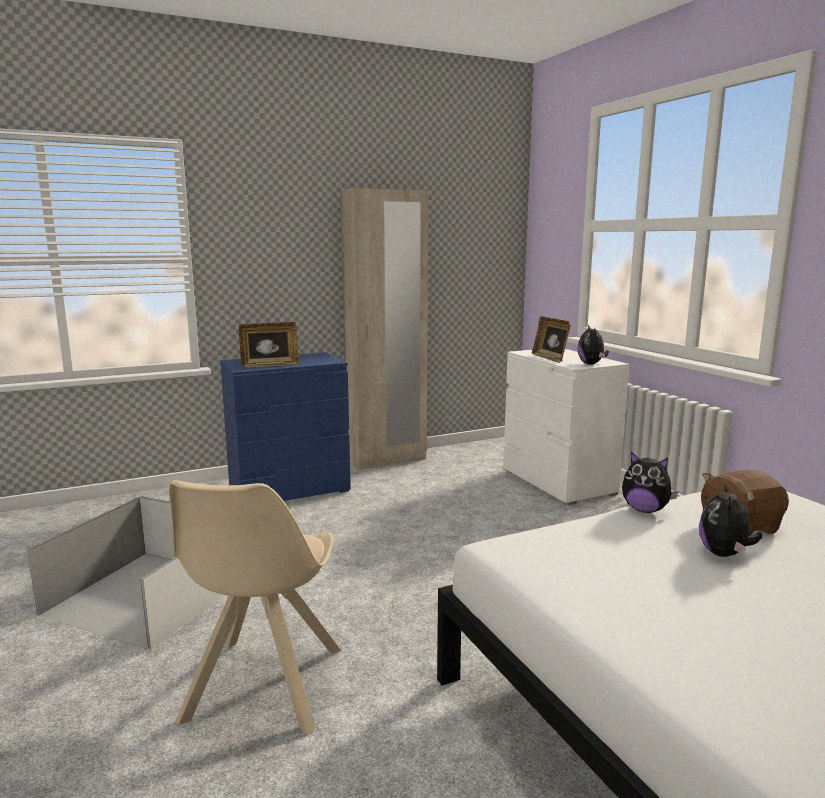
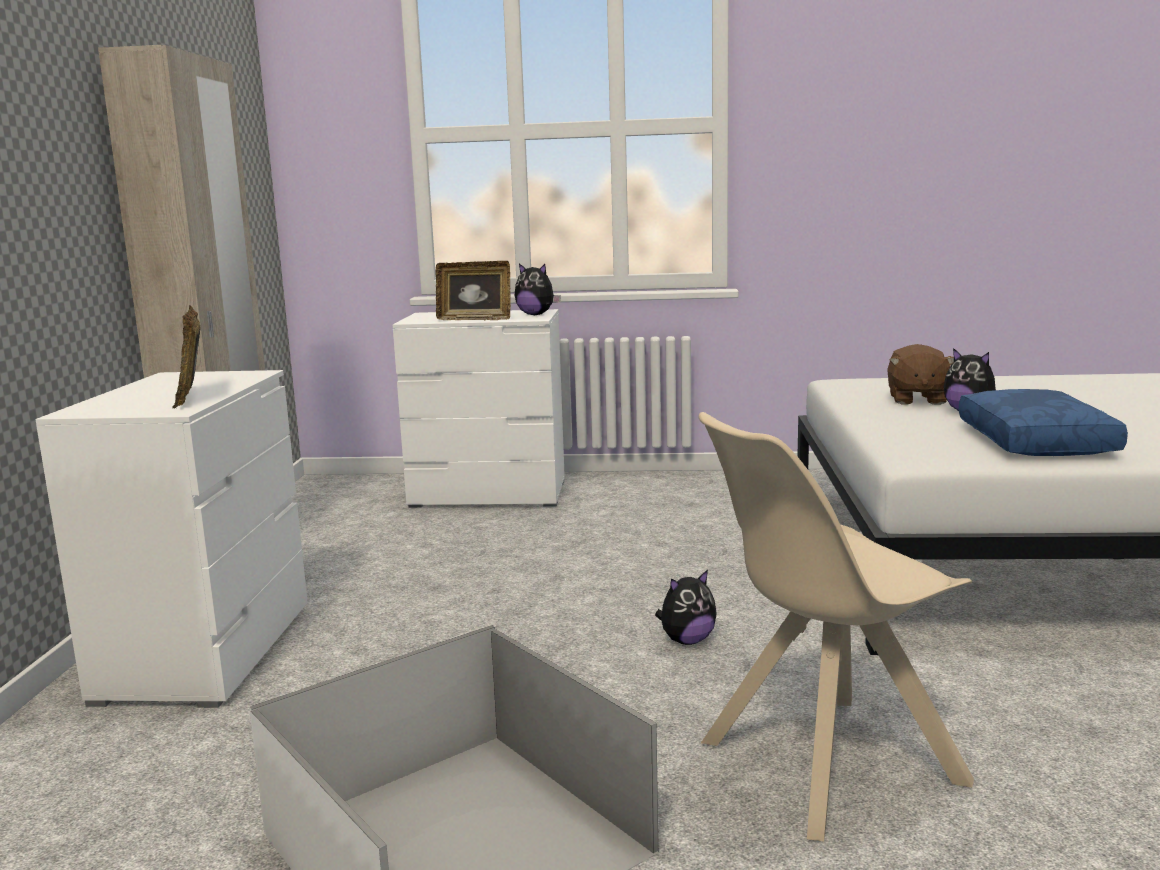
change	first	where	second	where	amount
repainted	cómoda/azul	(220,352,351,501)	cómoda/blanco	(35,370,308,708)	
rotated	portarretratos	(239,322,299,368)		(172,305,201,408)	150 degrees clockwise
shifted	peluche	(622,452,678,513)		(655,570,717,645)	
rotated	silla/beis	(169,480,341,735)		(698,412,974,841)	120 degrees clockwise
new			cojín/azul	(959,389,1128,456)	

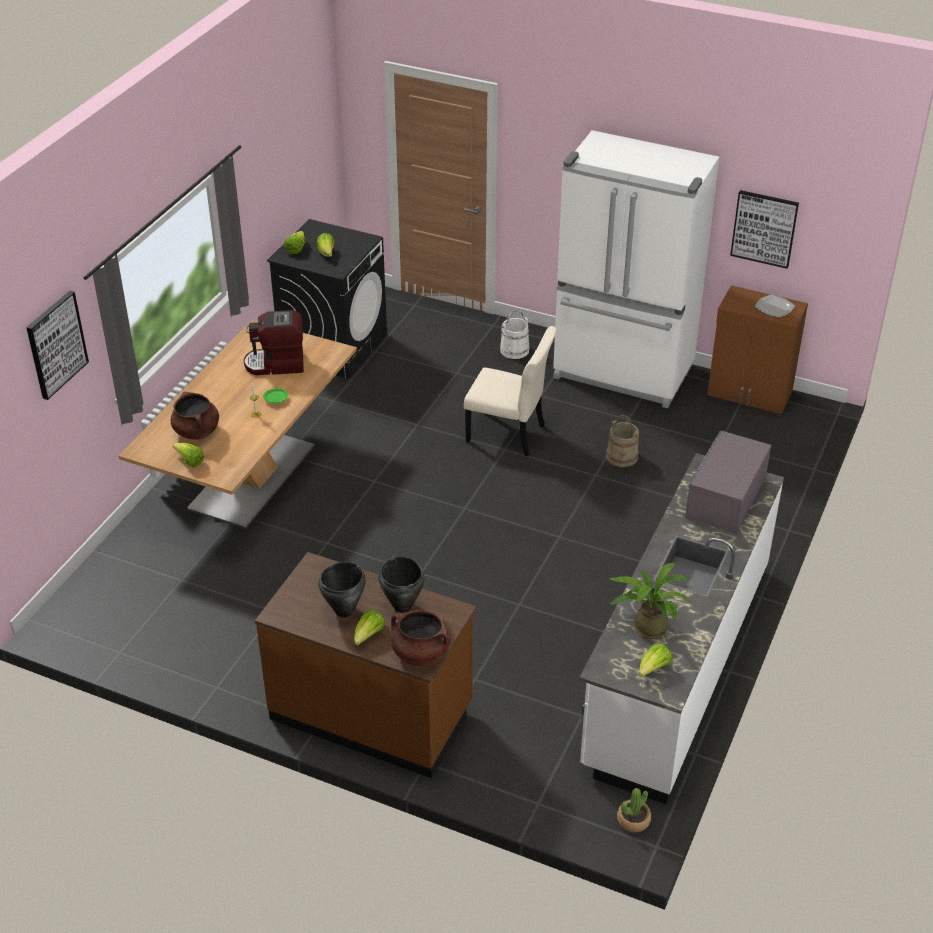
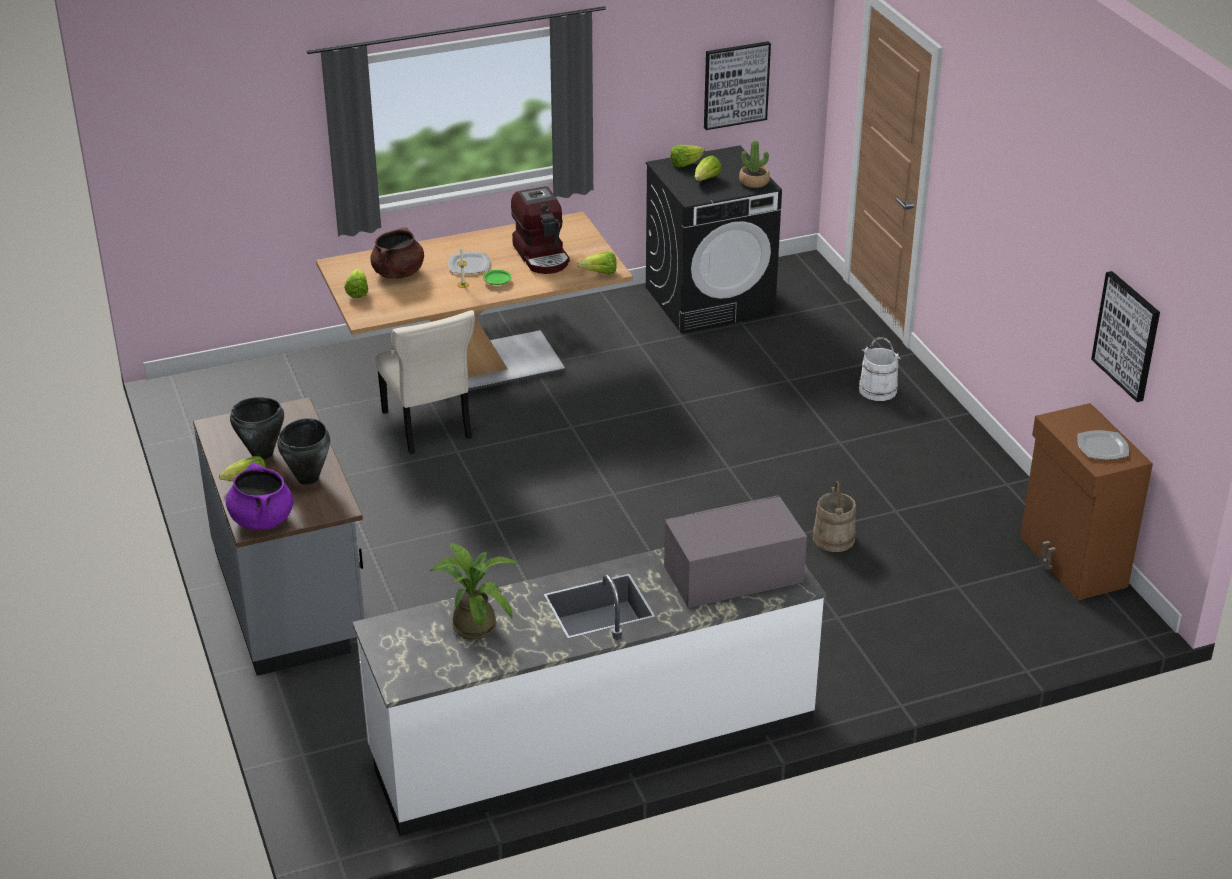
change	first	where	second	where	amount
repainted	mueble bajo de cocina/marrón	(255,552,476,778)	mueble bajo de cocina/gris	(193,397,365,676)	
repainted	olla/marrón	(391,610,450,666)	olla/morado	(226,462,293,530)	
shifted	silla/beis	(464,326,557,456)		(376,310,475,454)	
new			plato	(448,252,491,274)	
rotated	cafetera	(244,310,304,375)		(511,186,570,274)	150 degrees counterclockwise
shifted	lechuga	(639,643,672,677)		(577,252,617,275)	
shifted	cuadro	(26,291,89,400)		(704,41,771,130)	
shifted	planta en maceta	(617,788,651,832)		(739,140,770,188)	
gone	nevera/blanco	(553,130,719,408)			

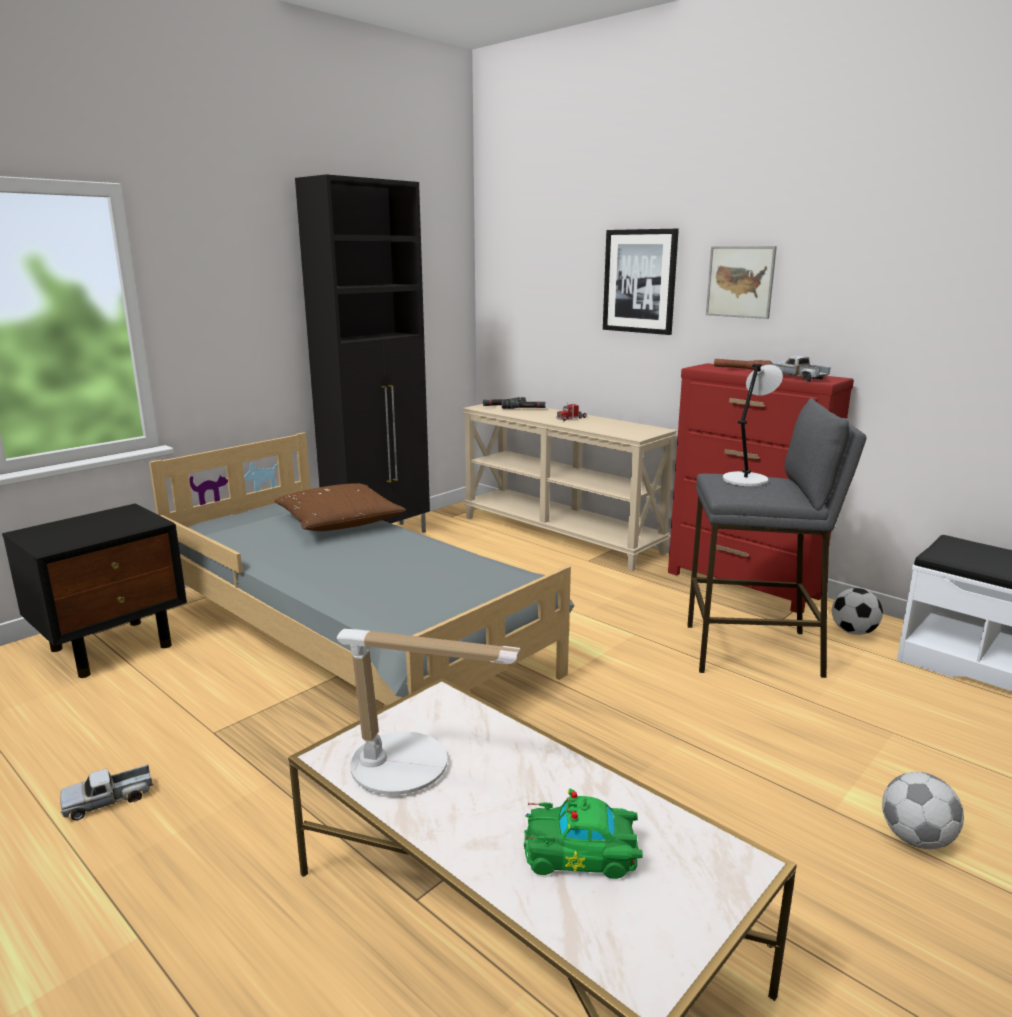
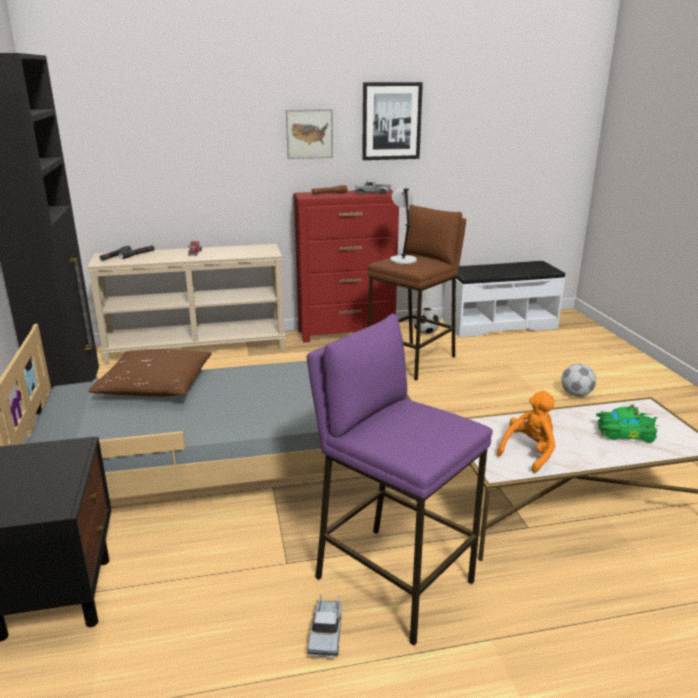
change	first	where	second	where	amount
new			taburete/morado	(307,314,493,646)	
shifted	cuadro	(603,229,679,335)		(362,82,423,160)	
repainted	taburete/gris	(687,398,866,678)	taburete/marrón	(368,204,466,381)	
swapped	lámpara de mesa	(337,629,521,795)	peluche/naranja	(497,391,555,473)	
rotated	coche de juguete/verde	(524,789,643,879)		(596,404,660,443)	120 degrees counterclockwise

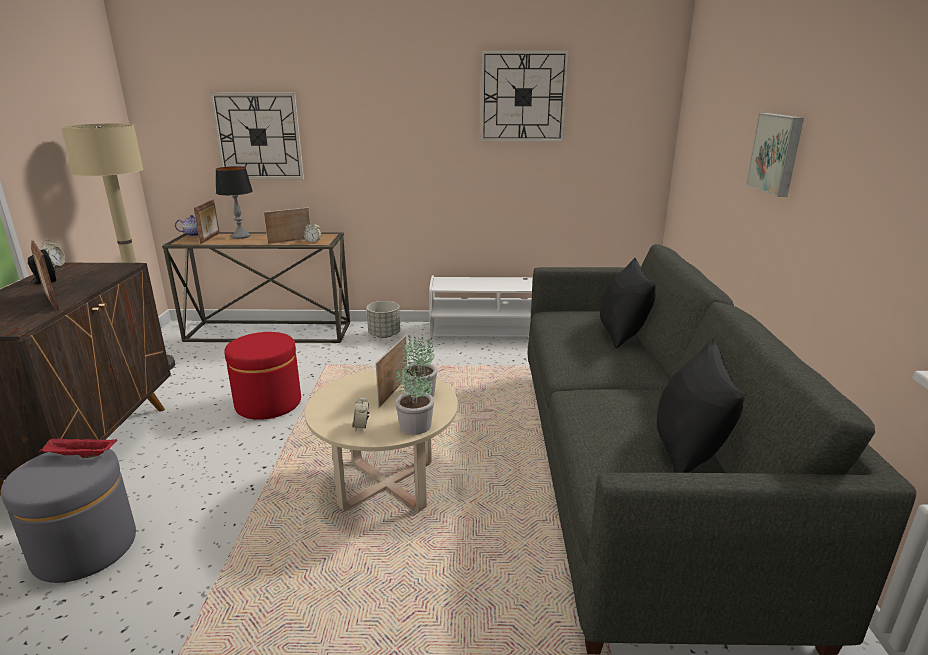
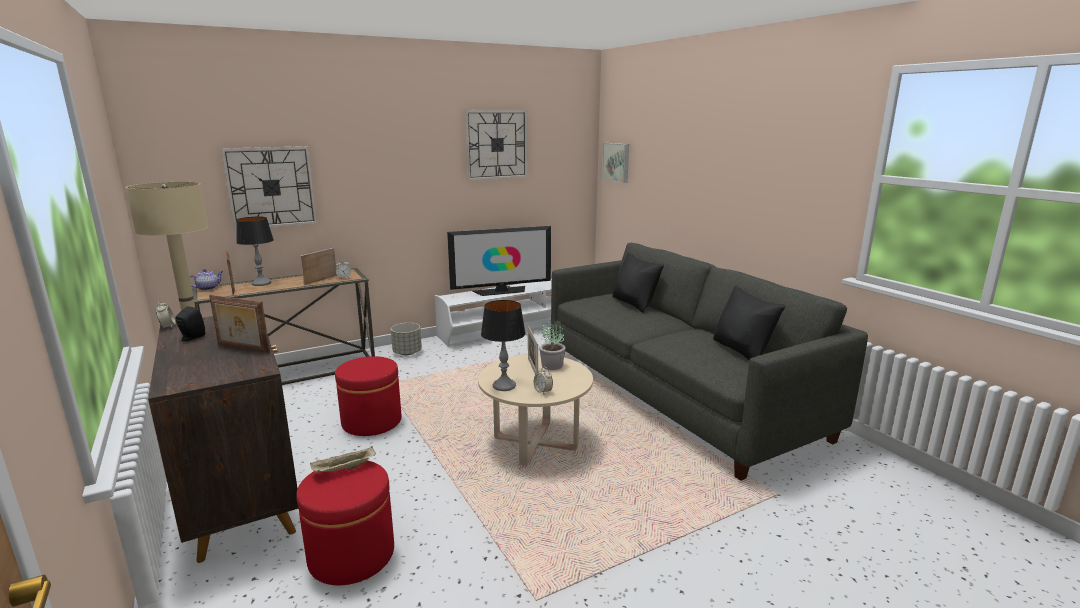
change	first	where	second	where	amount
repainted	puf/gris	(1,449,136,583)	puf/rojo	(296,461,394,585)	
repainted	bandeja/rojo	(39,438,117,458)	bandeja/beis	(310,446,376,473)	
new			televisor	(447,226,551,296)	
new			lámpara de mesa	(481,300,526,391)	
shifted	cuadro	(746,113,804,197)		(602,143,629,183)	
gone	planta en maceta	(395,360,434,435)			

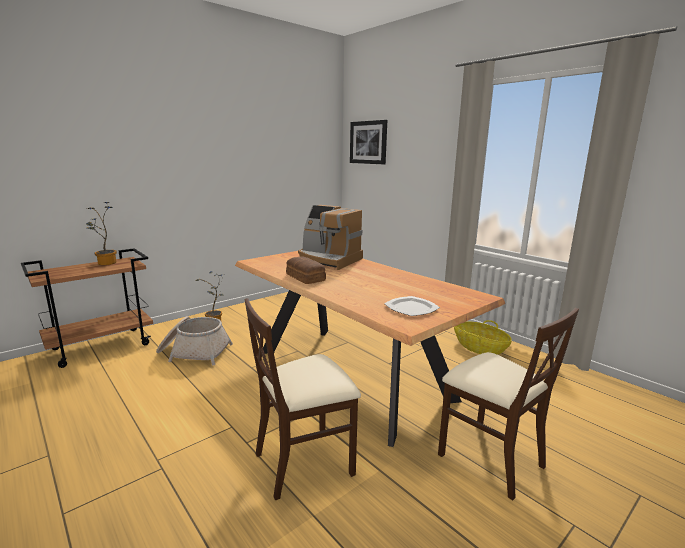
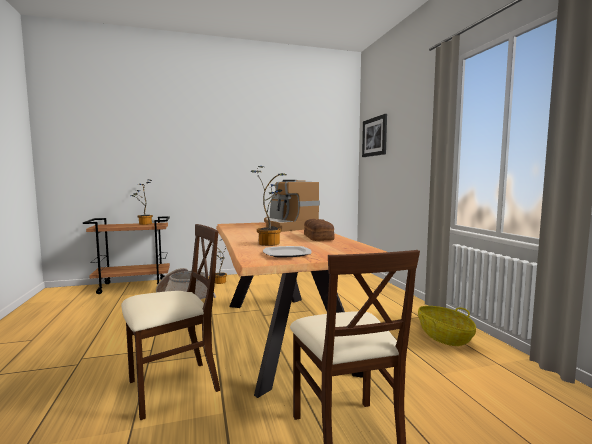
change	first	where	second	where	amount
rotated	silla/beis	(245,298,361,500)		(121,224,220,420)	150 degrees clockwise
new			planta en maceta	(250,166,288,246)	
shifted	pan	(286,256,326,284)		(304,219,335,241)	

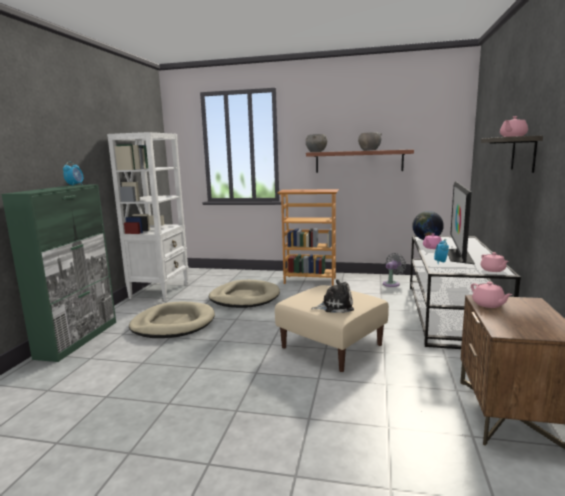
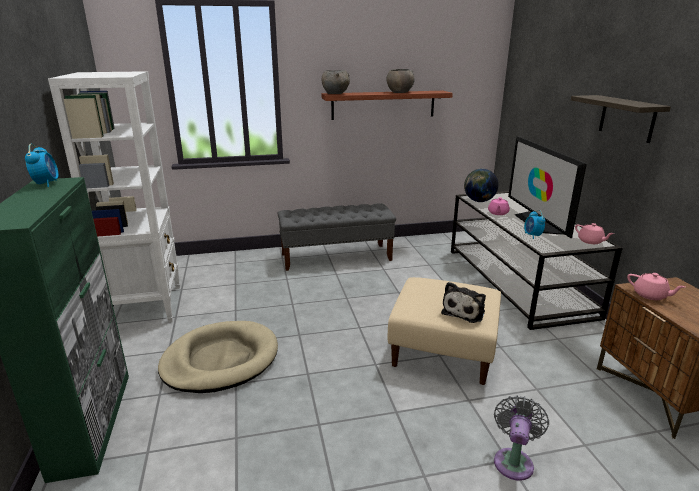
change	first	where	second	where	amount
swapped	estantería	(277,189,339,286)	banco/gris	(278,203,396,271)	
rotated	peluche	(311,279,354,313)		(441,282,486,323)	150 degrees clockwise
shifted	ventilador/gris	(383,253,406,287)		(494,395,549,481)	
gone	cama para perro/beis	(209,280,280,308)			
gone	tetera/rosa	(500,116,528,137)			

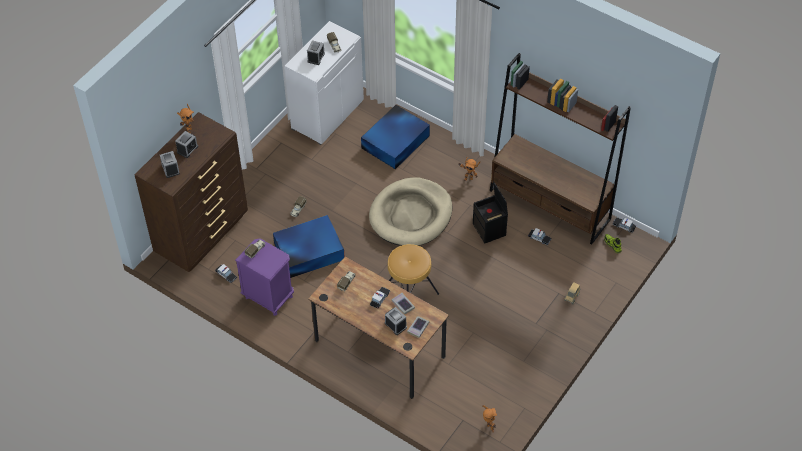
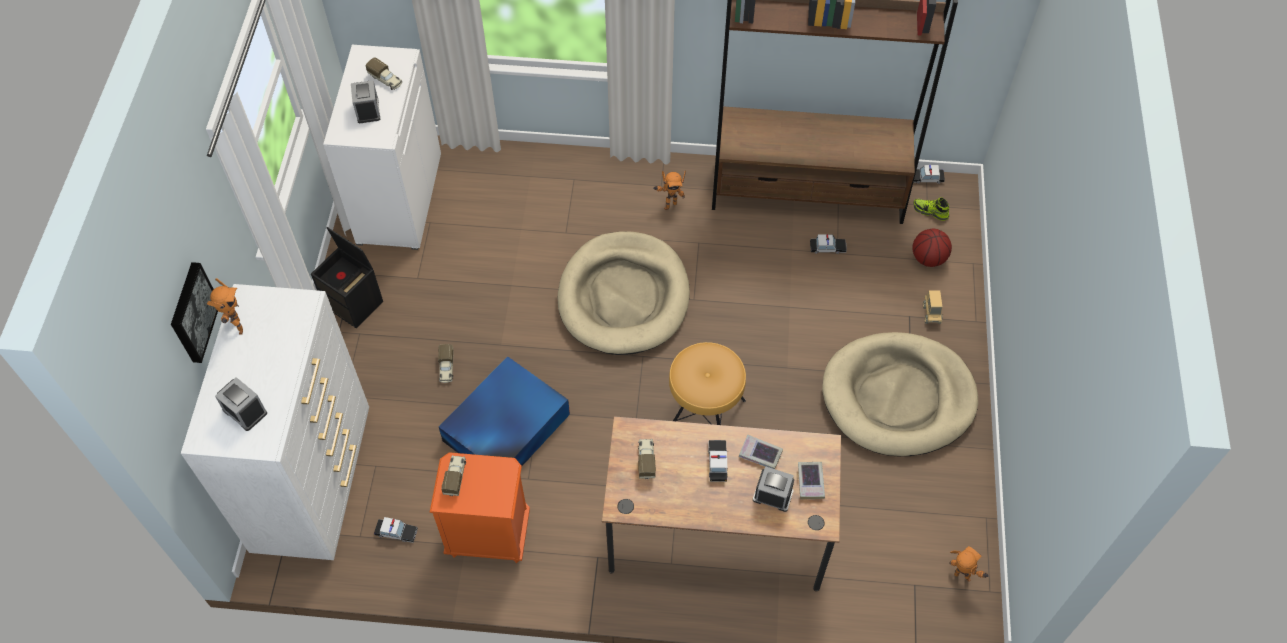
change	first	where	second	where	amount
new			cuadro	(171,262,218,363)	
repainted	cómoda/marrón	(134,112,248,272)	cómoda/blanco	(181,284,369,560)	
shifted	caja de almacenaje/negro	(473,181,508,243)		(311,227,383,329)	
repainted	mesita de noche/morado	(235,238,294,316)	mesita de noche/naranja	(429,452,530,563)	
new			cama para perro/beis	(822,332,978,456)	
new			balón de baloncesto	(912,229,952,267)	
gone	despertador	(175,131,198,158)			
gone	caja de almacenaje/azul	(361,105,430,169)			

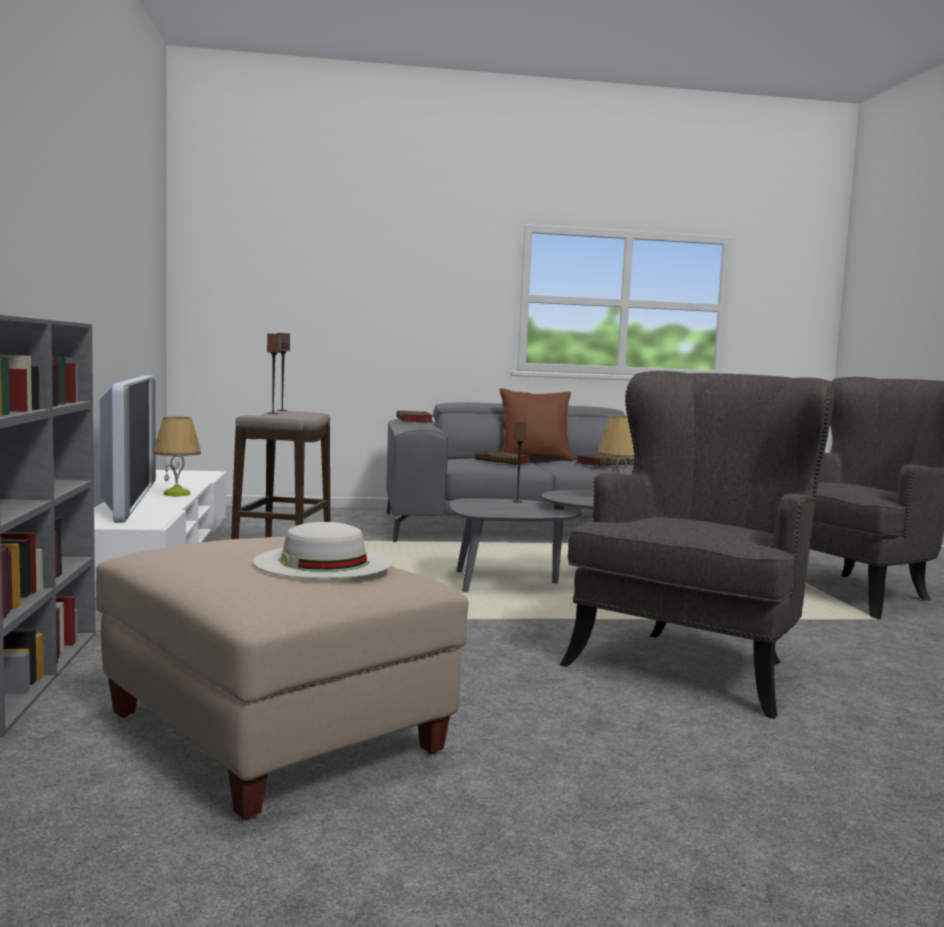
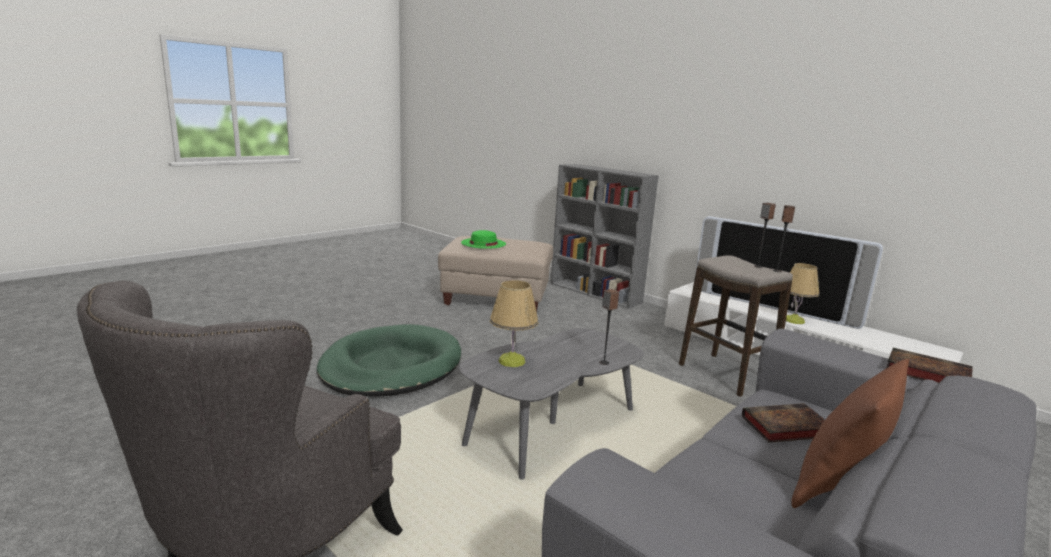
change	first	where	second	where	amount
swapped	sillón/gris	(560,371,835,719)	cama para perro/verde	(317,324,461,396)	
repainted	sombrero/blanco	(253,522,394,578)	sombrero/verde	(461,230,506,249)	
gone	libro	(576,455,630,466)			

